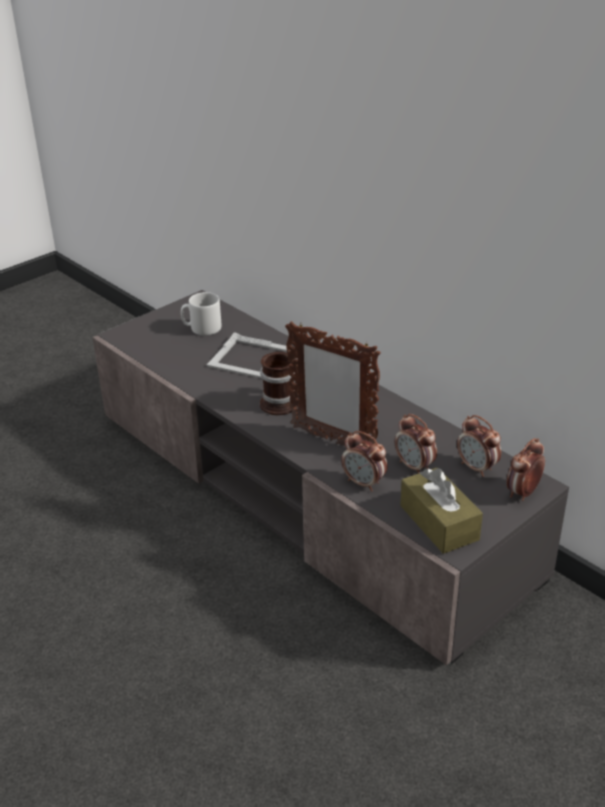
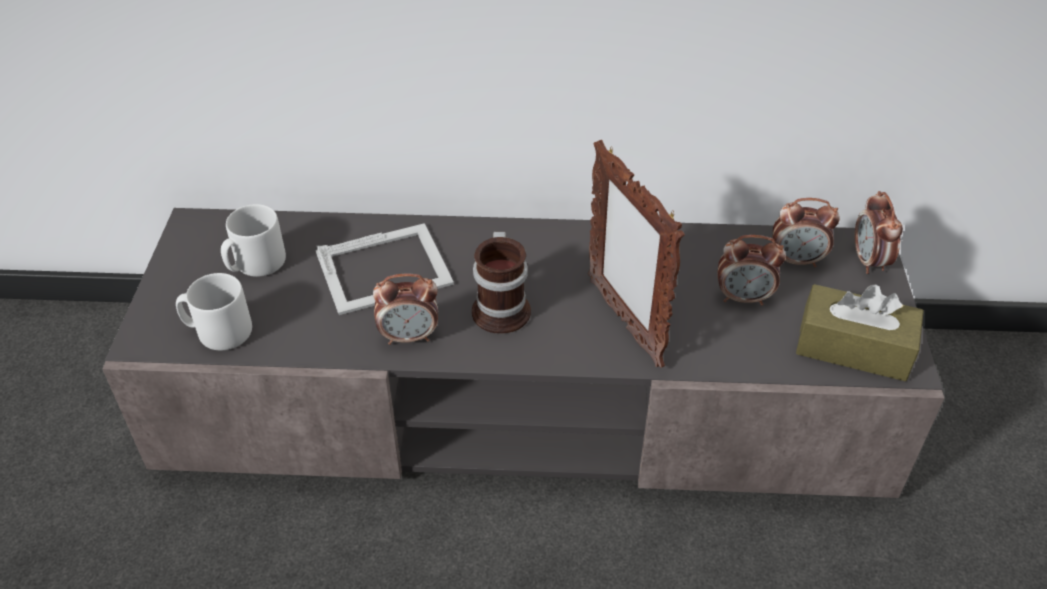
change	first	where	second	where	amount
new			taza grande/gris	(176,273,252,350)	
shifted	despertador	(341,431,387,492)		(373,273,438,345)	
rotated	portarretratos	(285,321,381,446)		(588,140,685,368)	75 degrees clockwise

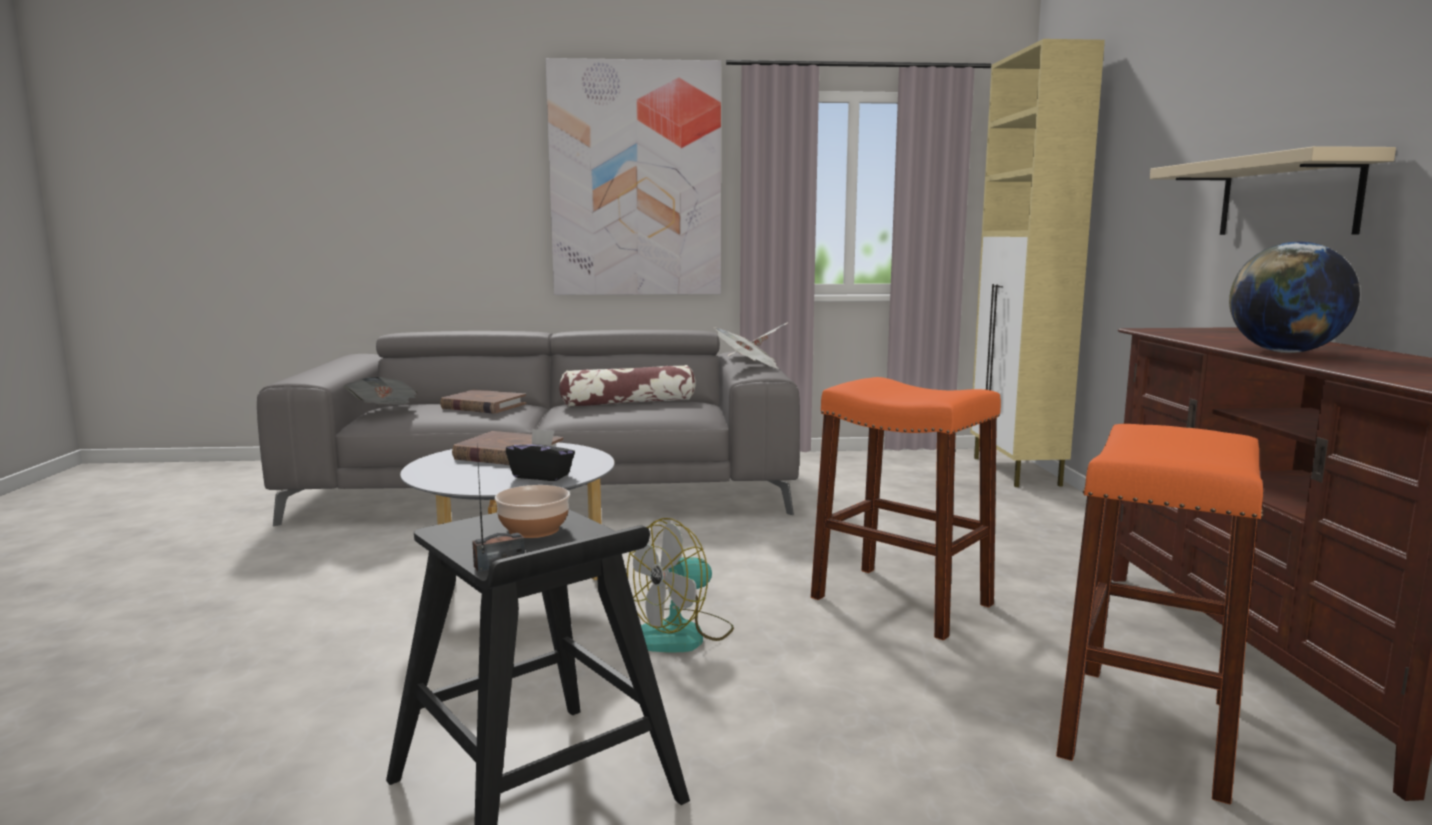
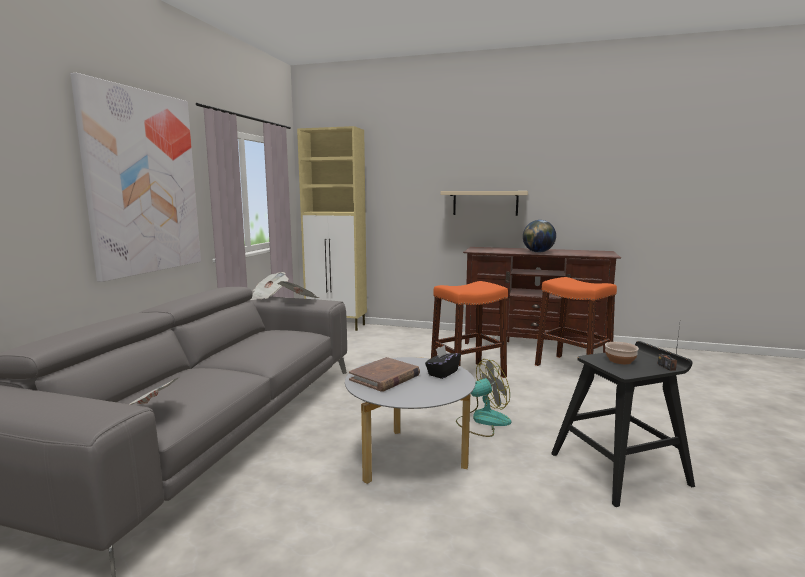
change	first	where	second	where	amount
rotated	ventilador	(627,518,734,653)		(456,359,511,437)	90 degrees counterclockwise
gone	libro/marrón	(440,390,526,414)			
gone	cojín	(559,365,696,407)			

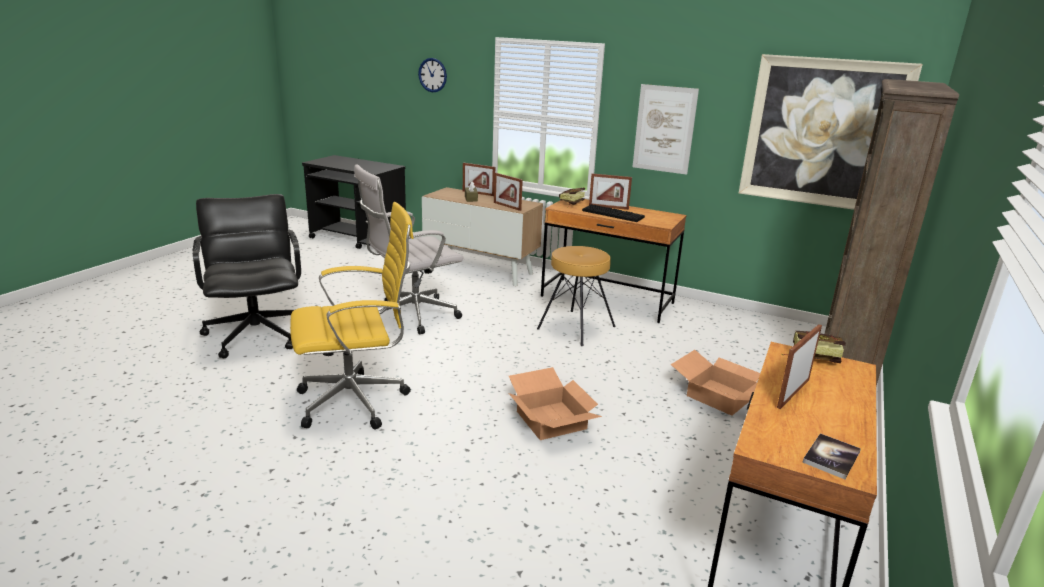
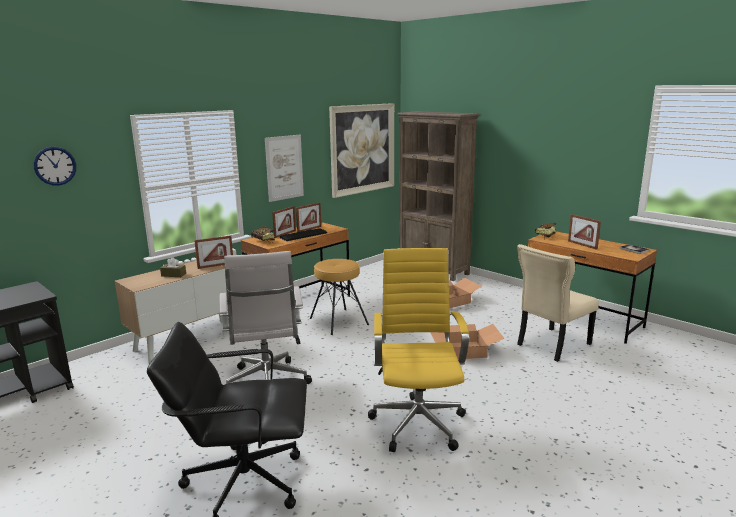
change	first	where	second	where	amount
shifted	portarretratos	(463,163,495,196)		(296,202,321,233)	
new			silla/beis	(517,244,599,362)	

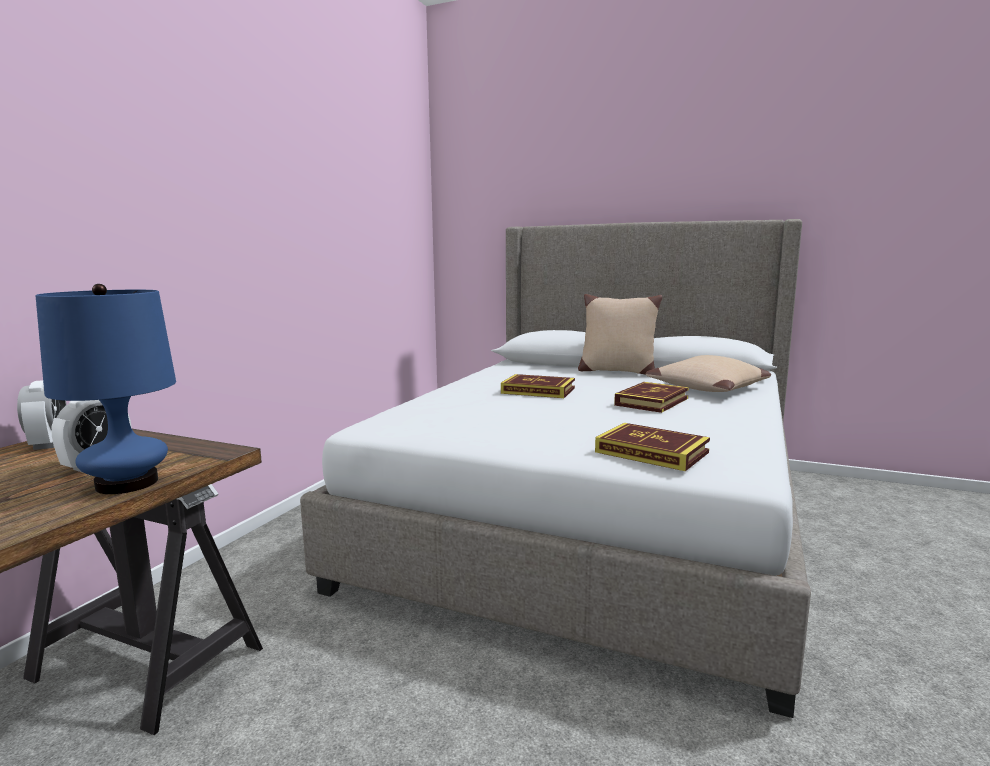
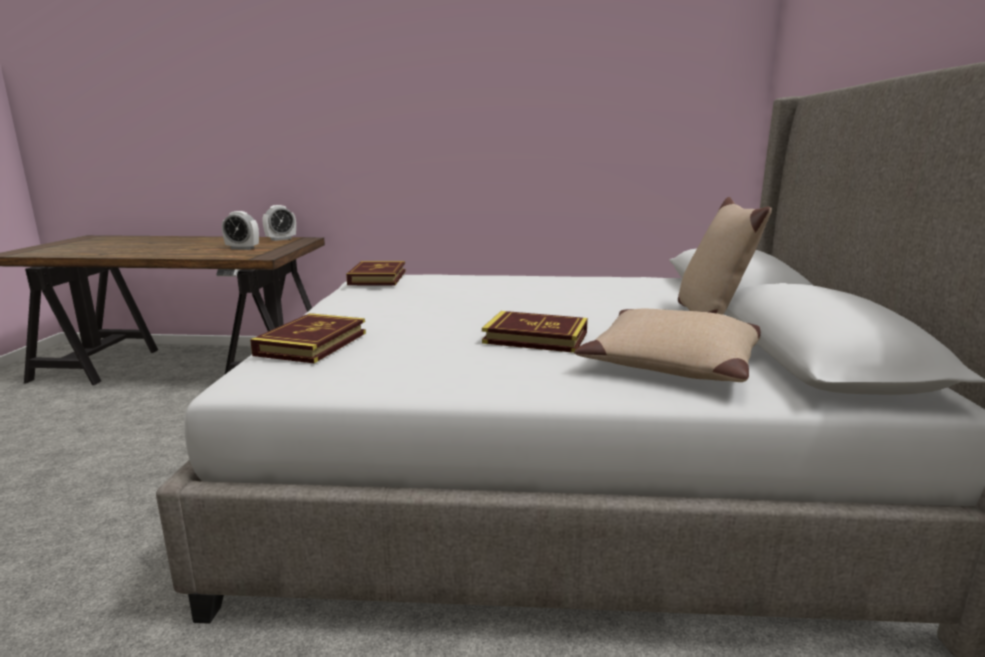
change	first	where	second	where	amount
shifted	libro	(501,374,575,398)		(346,261,406,285)	
gone	lámpara de mesa/azul	(36,284,176,494)			

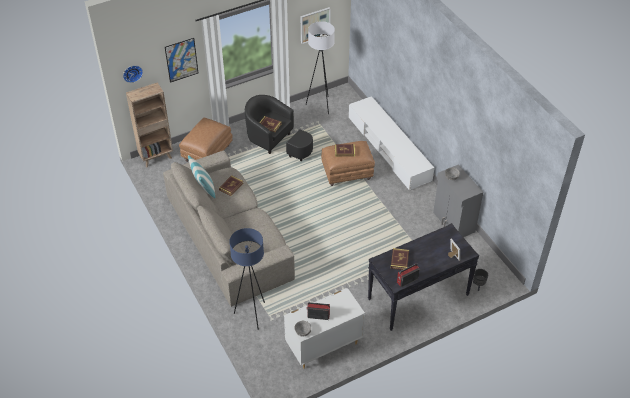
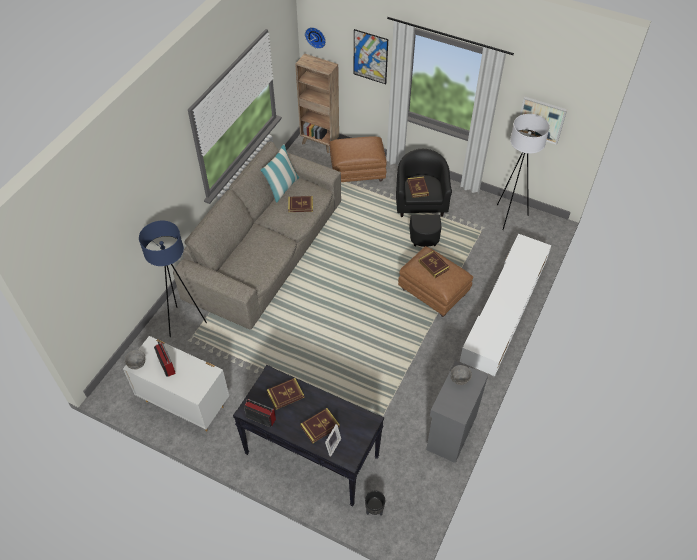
change	first	where	second	where	amount
new			libro	(300,408,340,443)	

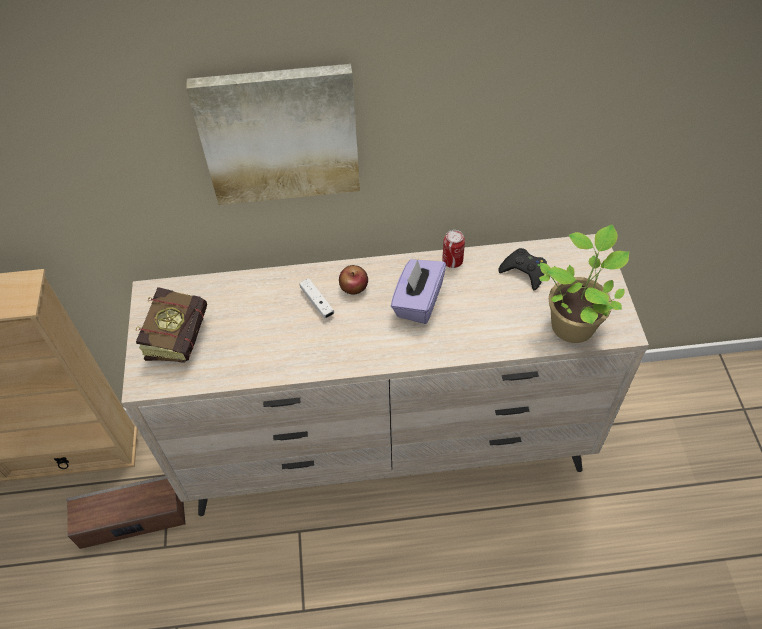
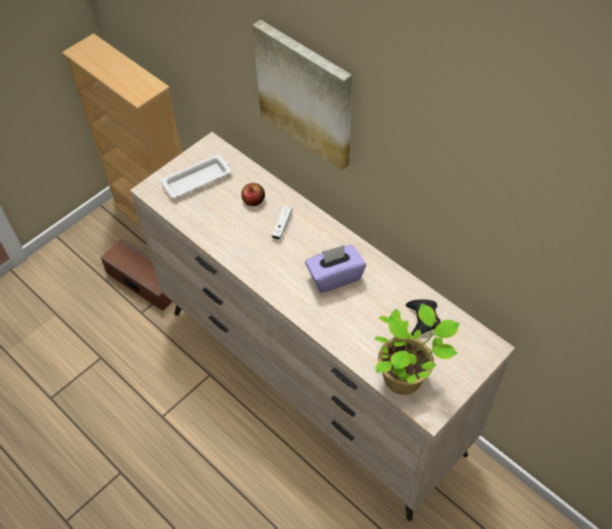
change	first	where	second	where	amount
swapped	libro	(136,287,207,363)	bandeja/blanco	(160,154,231,199)	
shifted	manzana	(339,265,368,294)		(241,183,265,206)	
gone	lata	(442,230,465,268)			

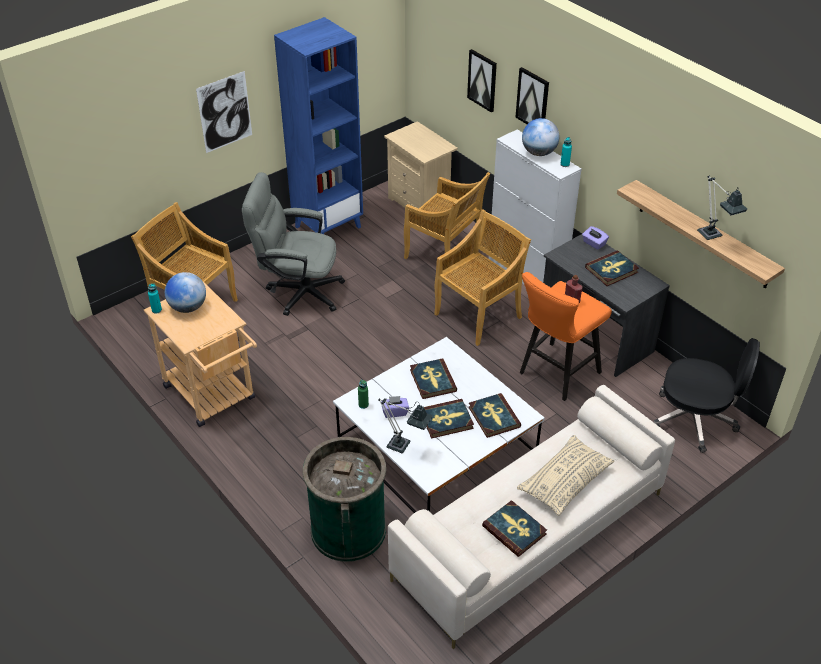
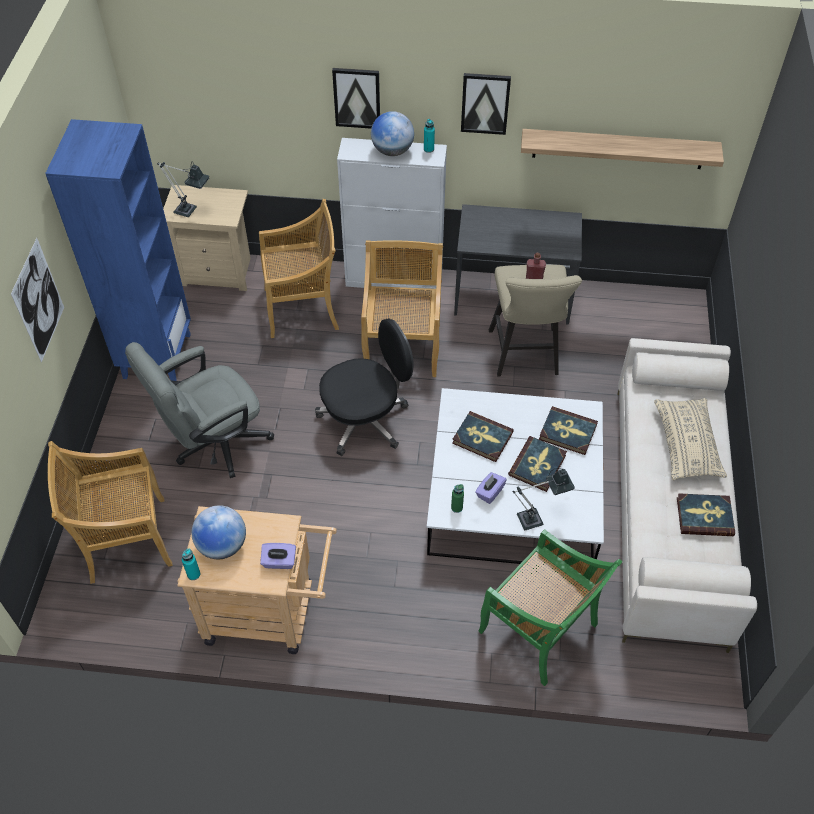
change	first	where	second	where	amount
shifted	lámpara de mesa	(697,176,747,240)		(157,162,209,217)	
shifted	caja de pañuelos/morado	(582,226,609,250)		(260,543,296,569)	
shifted	silla de oficina/negro	(654,338,760,453)		(315,319,414,456)	
shifted	cuadro	(467,49,497,112)		(461,73,511,135)	
swapped	papelera/verde	(302,437,386,562)	silla/verde	(478,529,622,686)	
repainted	taburete/naranja	(520,272,612,401)	taburete/beis	(489,265,582,377)	
gone	libro	(585,250,639,286)			

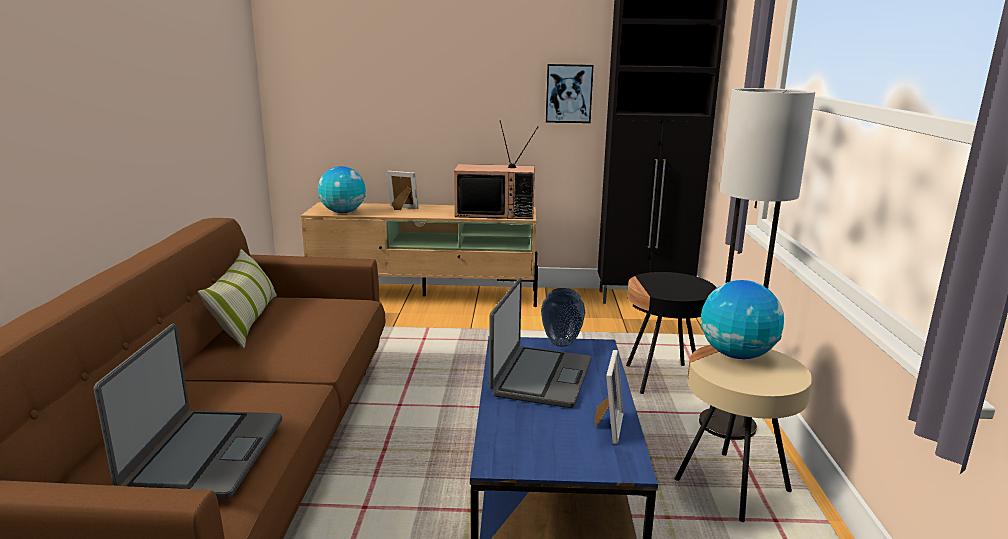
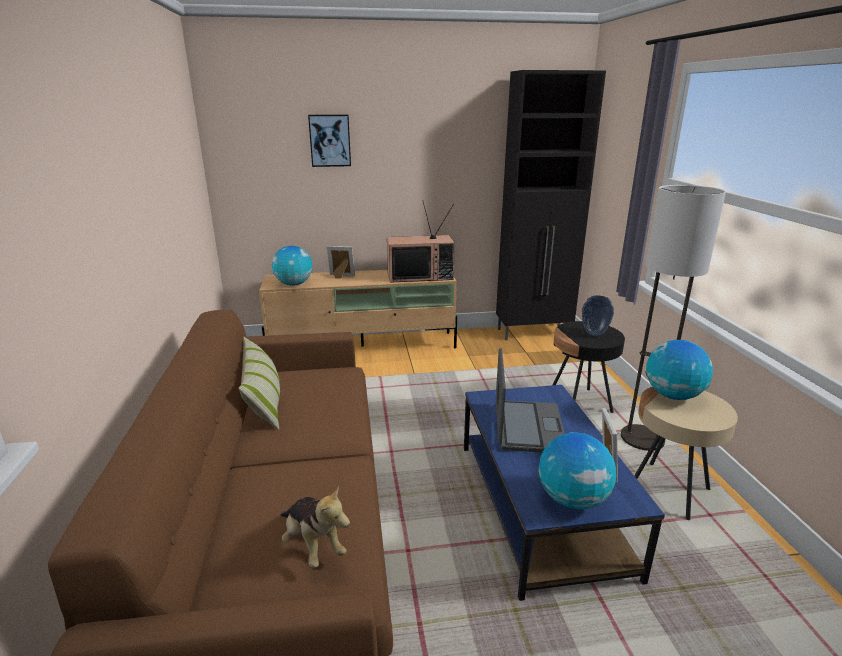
change	first	where	second	where	amount
swapped	portátil	(94,323,282,499)	peluche	(281,486,350,568)	
shifted	cuadro	(546,64,594,123)		(308,114,351,167)	
new			globo terráqueo	(538,433,616,510)	
shifted	florero	(541,288,585,347)		(582,295,614,336)	

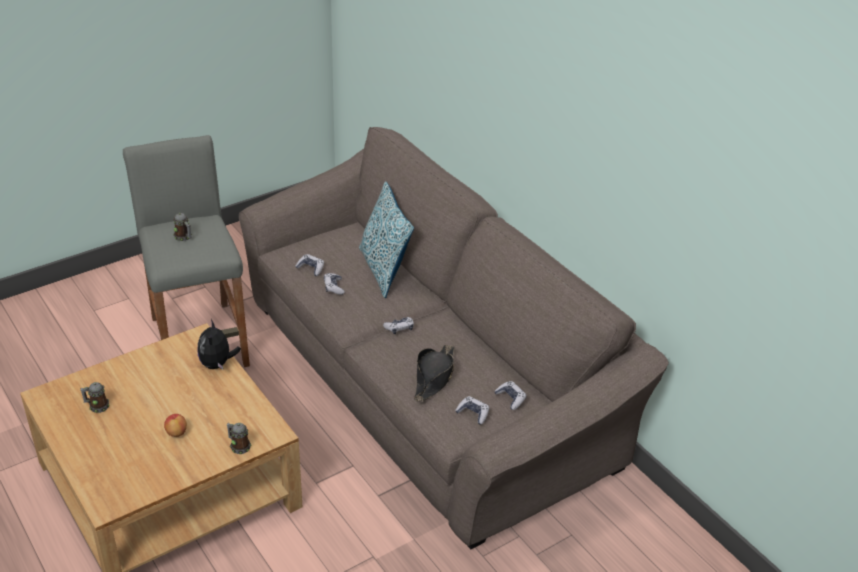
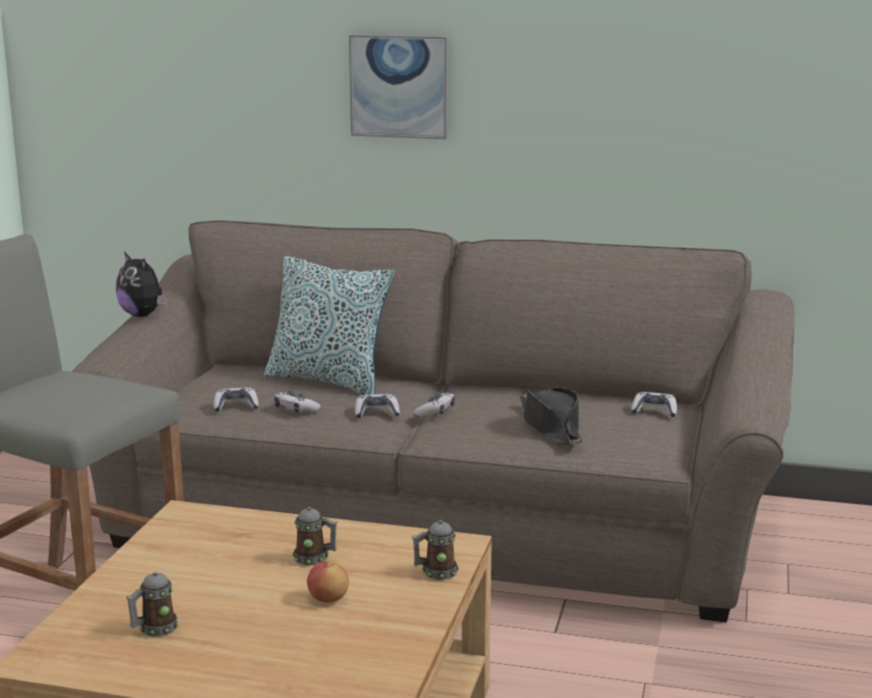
change	first	where	second	where	amount
shifted	peluche	(198,319,241,369)		(116,252,167,317)	
shifted	taza grande	(173,213,192,241)		(292,507,338,566)	
new			cuadro	(349,34,448,139)	
shifted	mando de consola	(455,396,489,425)		(355,394,400,418)	

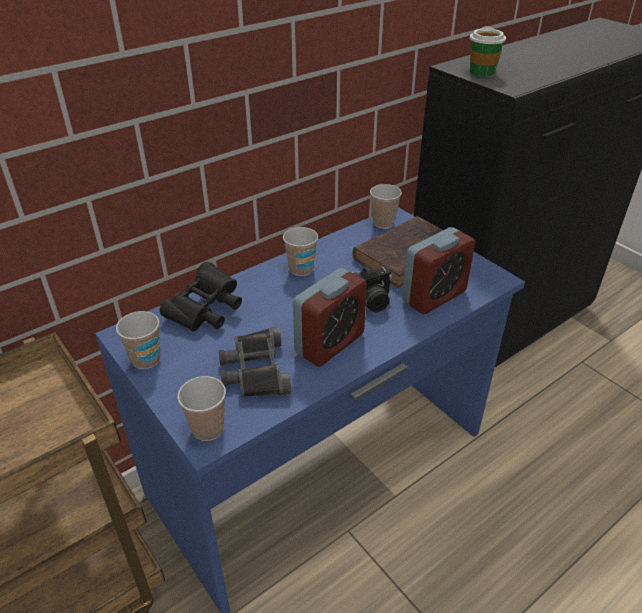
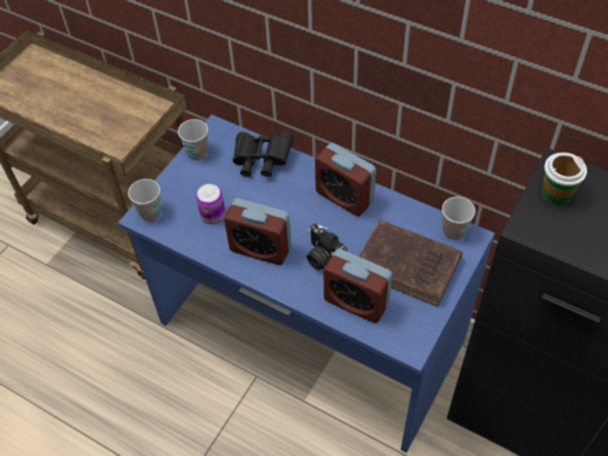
change	first	where	second	where	amount
swapped	prismáticos/negro	(219,327,291,397)	lata	(196,184,225,224)	
swapped	taza	(283,227,318,276)	despertador	(315,143,376,217)	

